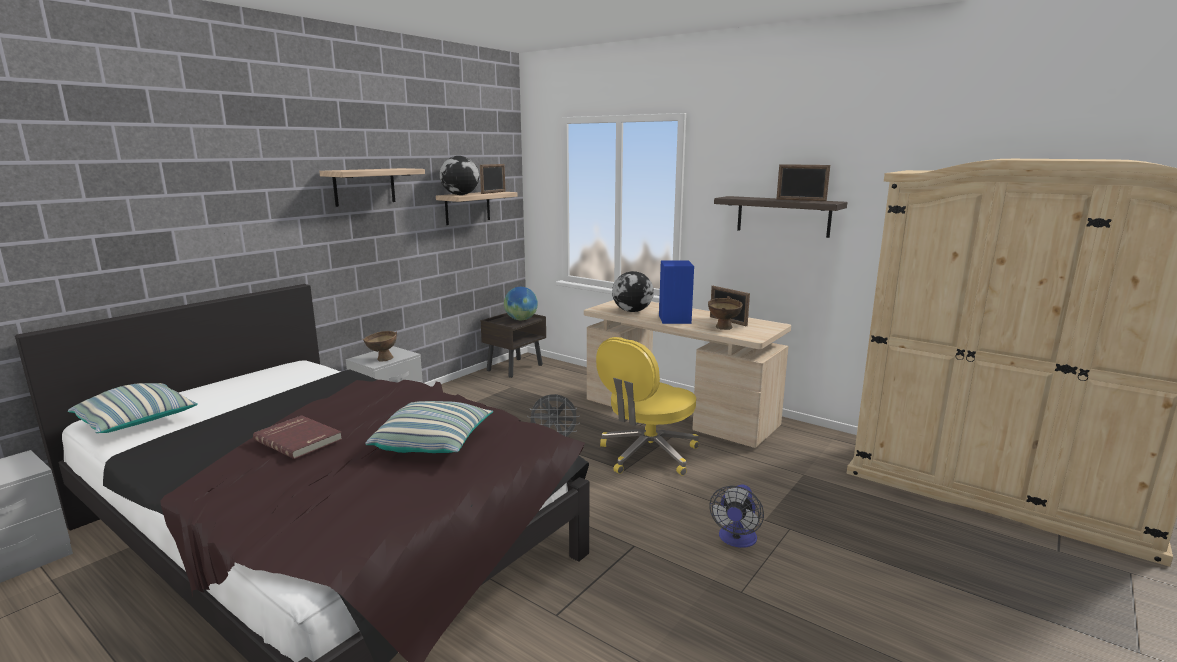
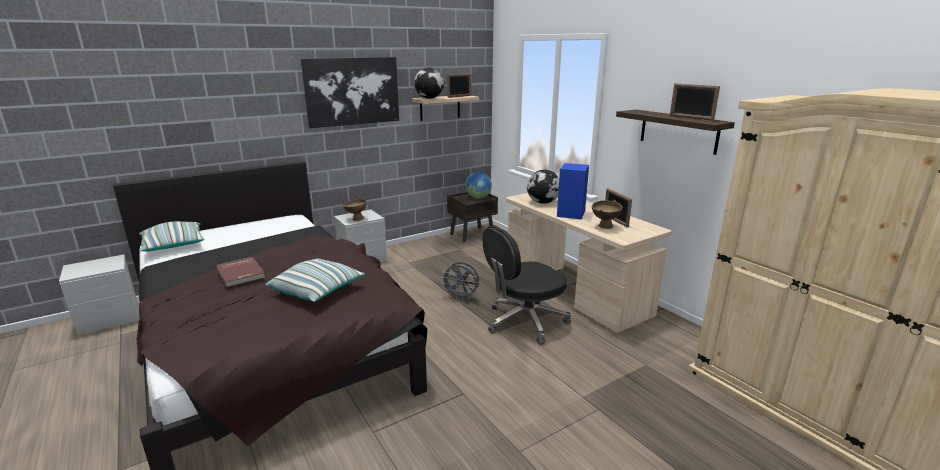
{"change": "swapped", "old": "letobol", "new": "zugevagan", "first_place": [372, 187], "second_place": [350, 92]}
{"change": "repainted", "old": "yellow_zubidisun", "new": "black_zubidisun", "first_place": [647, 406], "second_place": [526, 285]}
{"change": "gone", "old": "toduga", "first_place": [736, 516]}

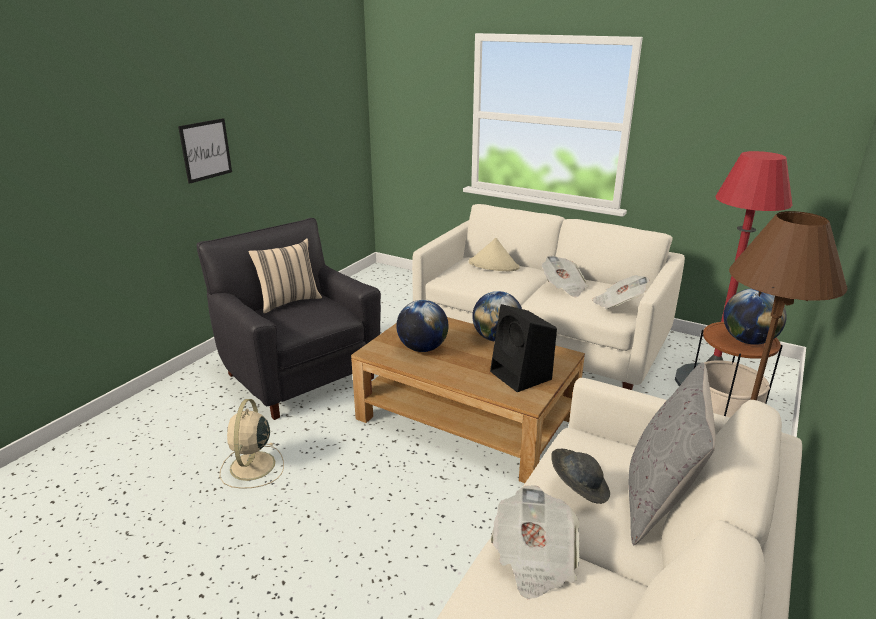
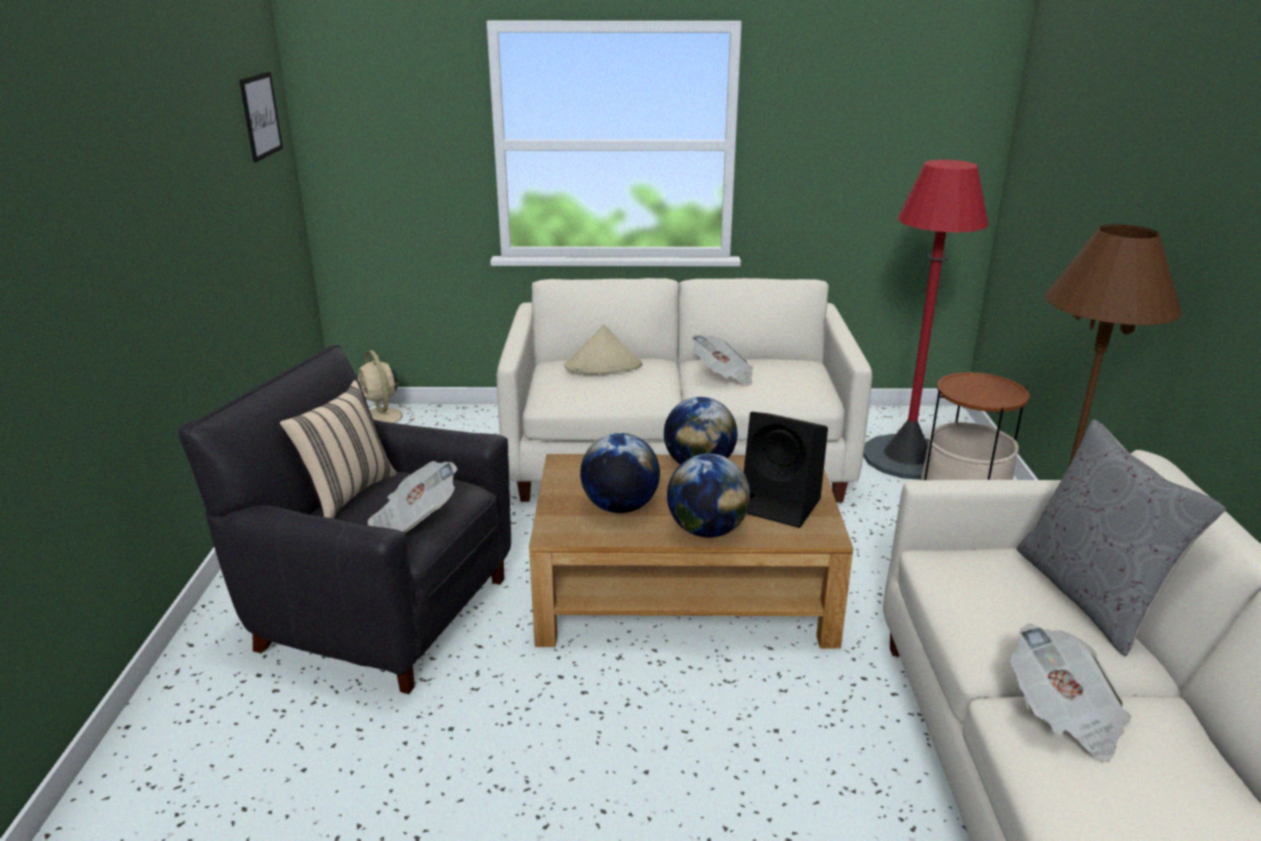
{"change": "shifted", "old": "zugevagan", "first_place": [205, 151], "second_place": [261, 117]}
{"change": "shifted", "old": "beige_toduga", "first_place": [252, 444], "second_place": [386, 387]}
{"change": "shifted", "old": "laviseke", "first_place": [621, 292], "second_place": [412, 496]}
{"change": "shifted", "old": "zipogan", "first_place": [755, 316], "second_place": [709, 496]}
{"change": "gone", "old": "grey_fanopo", "first_place": [580, 476]}

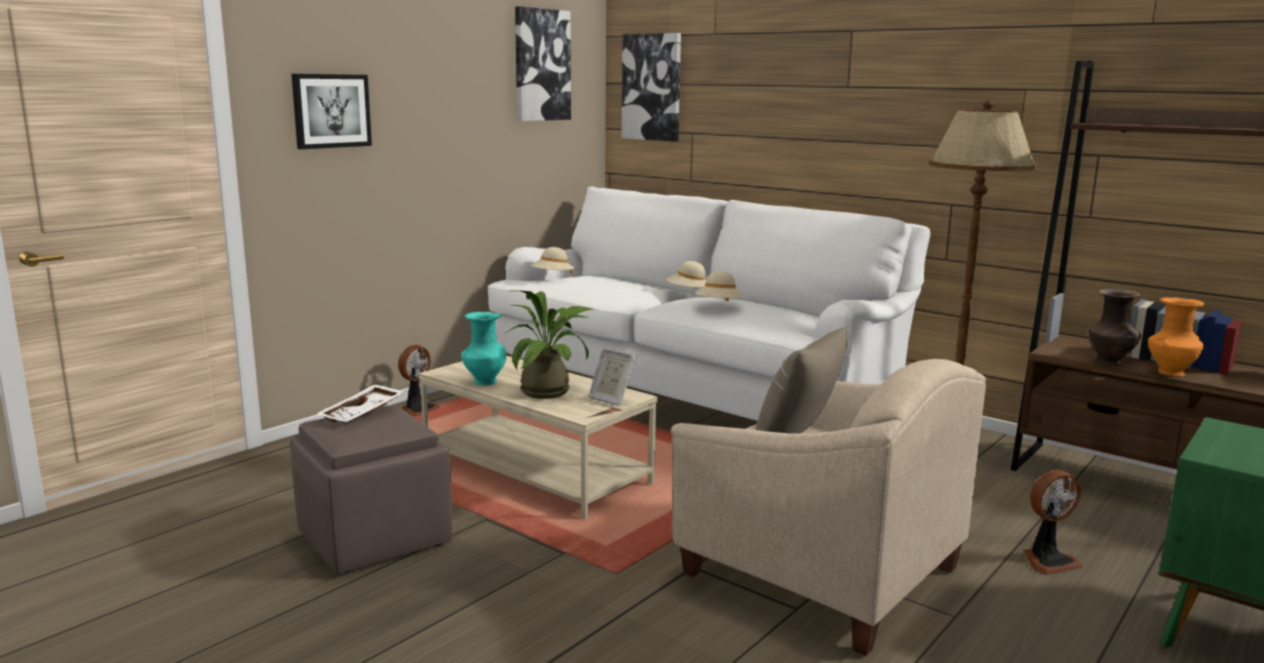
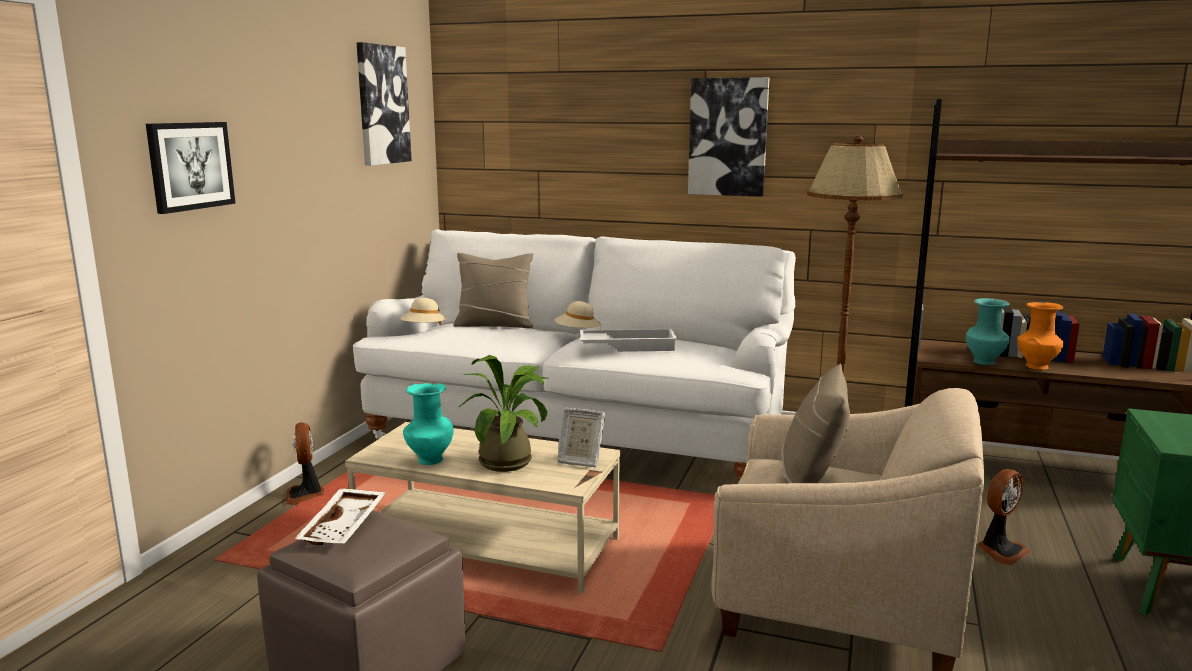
{"change": "rotated", "old": "toduga", "first_place": [419, 380], "second_place": [305, 463], "degrees": 150}
{"change": "new", "new": "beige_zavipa", "second_place": [493, 290]}
{"change": "swapped", "old": "beige_fanopo", "new": "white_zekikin", "first_place": [720, 286], "second_place": [628, 340]}
{"change": "shifted", "old": "zugevagan", "first_place": [651, 87], "second_place": [728, 137]}
{"change": "repainted", "old": "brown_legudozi", "new": "turquoise_legudozi", "first_place": [1115, 327], "second_place": [988, 331]}

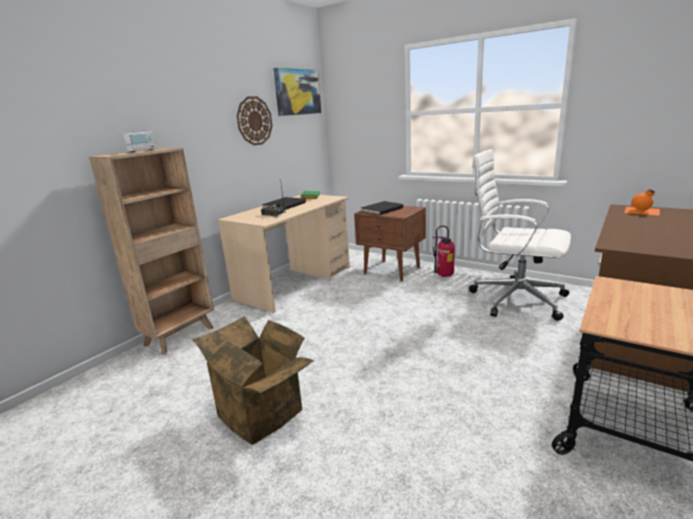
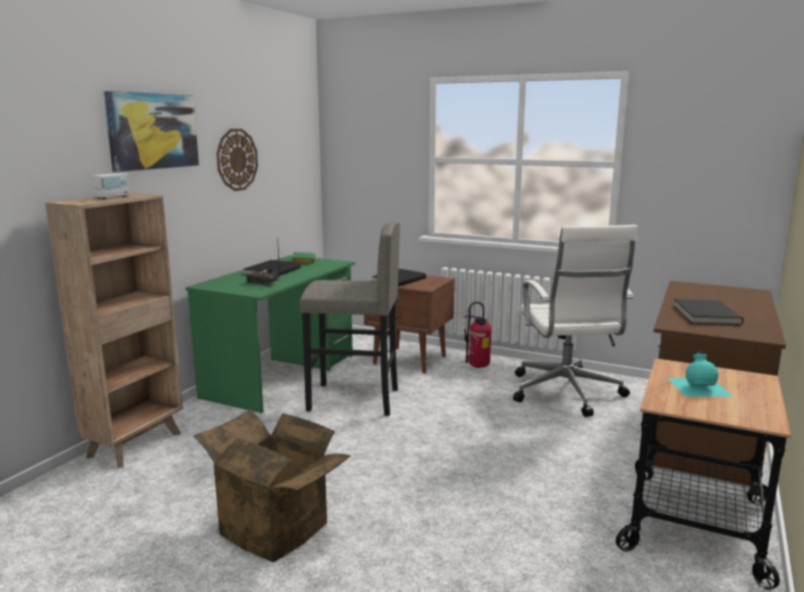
{"change": "shifted", "old": "zugevagan", "first_place": [297, 92], "second_place": [151, 131]}
{"change": "repainted", "old": "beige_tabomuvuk", "new": "green_tabomuvuk", "first_place": [283, 253], "second_place": [270, 334]}
{"change": "new", "new": "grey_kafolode", "second_place": [350, 319]}
{"change": "rotated", "old": "white_zubidisun", "first_place": [520, 235], "second_place": [575, 321], "degrees": -120}
{"change": "new", "new": "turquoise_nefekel", "second_place": [700, 374]}
{"change": "new", "new": "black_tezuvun", "second_place": [708, 312]}
{"change": "gone", "old": "orange_nefekel", "first_place": [642, 202]}

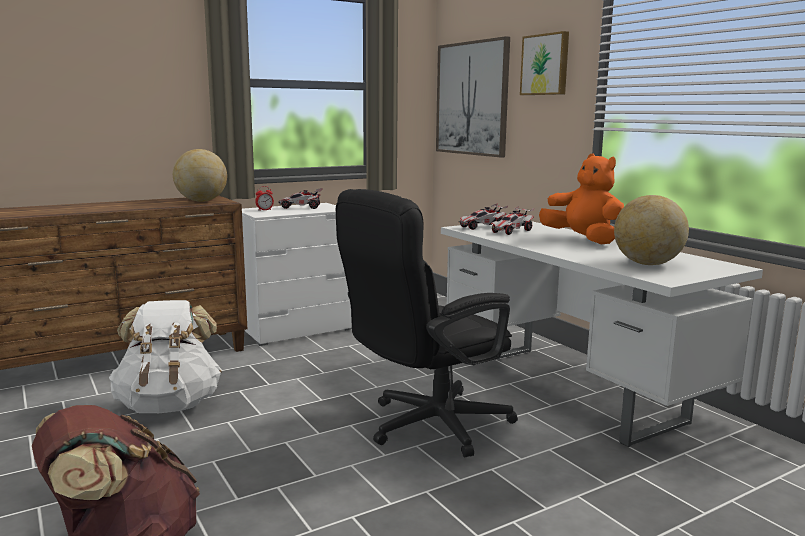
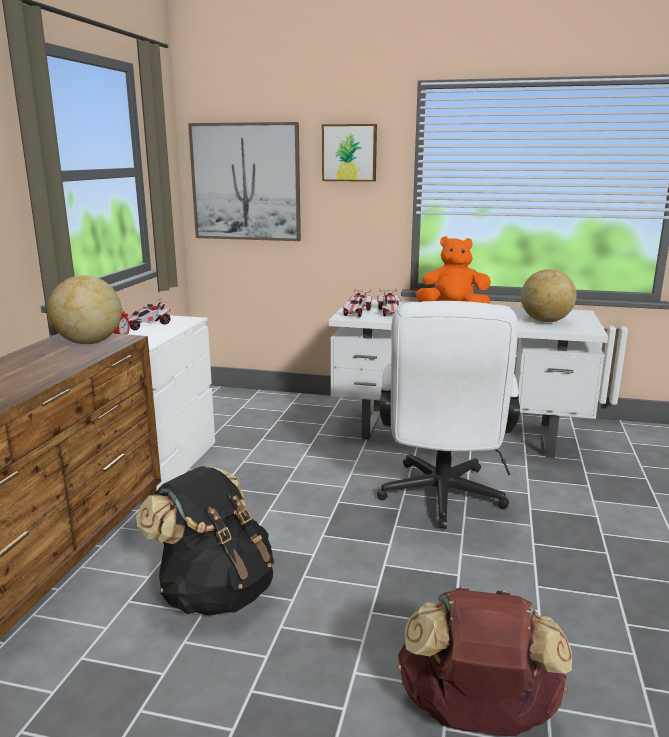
{"change": "repainted", "old": "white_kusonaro", "new": "black_kusonaro", "first_place": [165, 356], "second_place": [205, 541]}
{"change": "repainted", "old": "black_zubidisun", "new": "white_zubidisun", "first_place": [427, 323], "second_place": [448, 415]}

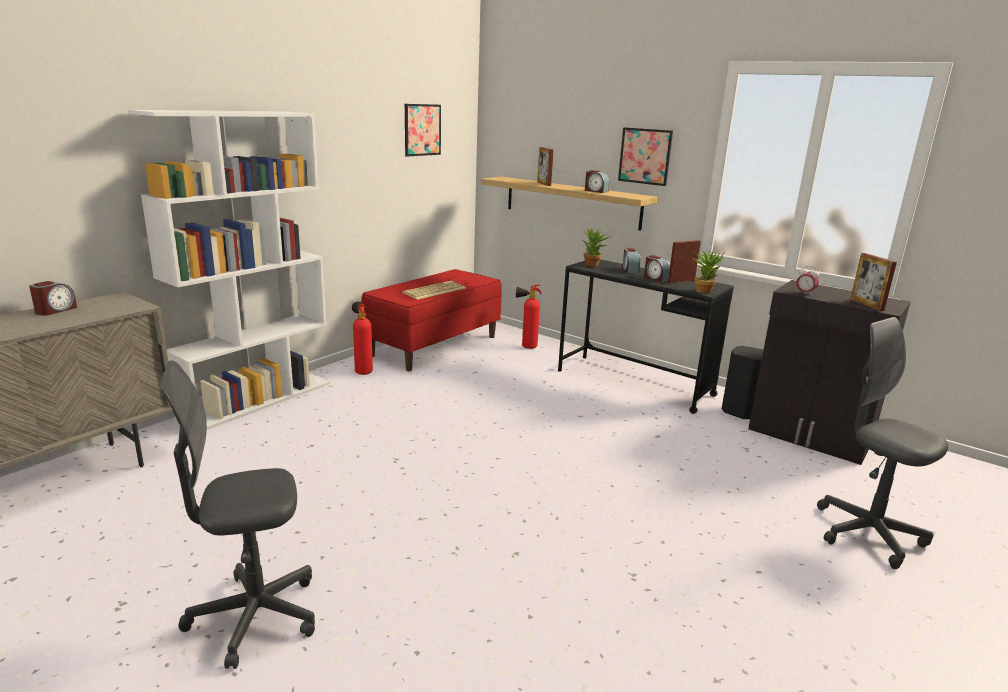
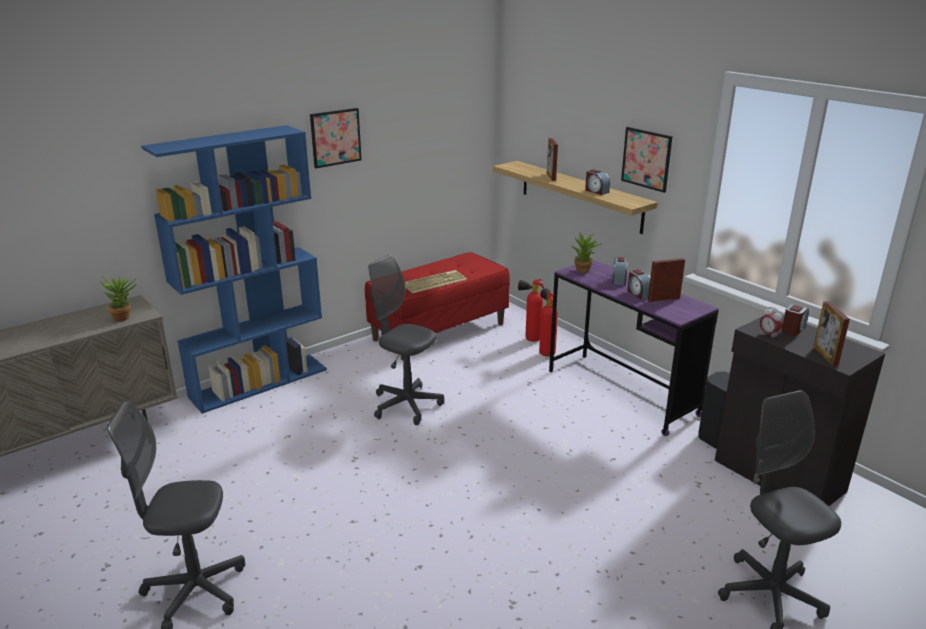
{"change": "shifted", "old": "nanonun", "first_place": [709, 272], "second_place": [118, 298]}
{"change": "repainted", "old": "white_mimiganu", "new": "blue_mimiganu", "first_place": [229, 270], "second_place": [234, 269]}
{"change": "shifted", "old": "zugevagan", "first_place": [423, 130], "second_place": [336, 138]}
{"change": "new", "new": "grey_zubidisun", "second_place": [406, 340]}
{"change": "shifted", "old": "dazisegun", "first_place": [362, 338], "second_place": [548, 322]}
{"change": "repainted", "old": "black_tabomuvuk", "new": "purple_tabomuvuk", "first_place": [646, 336], "second_place": [634, 348]}
{"change": "shifted", "old": "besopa", "first_place": [53, 298], "second_place": [795, 320]}

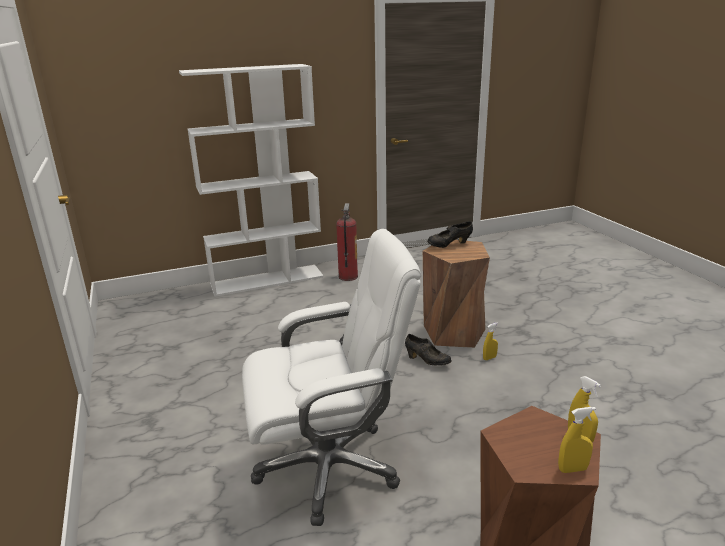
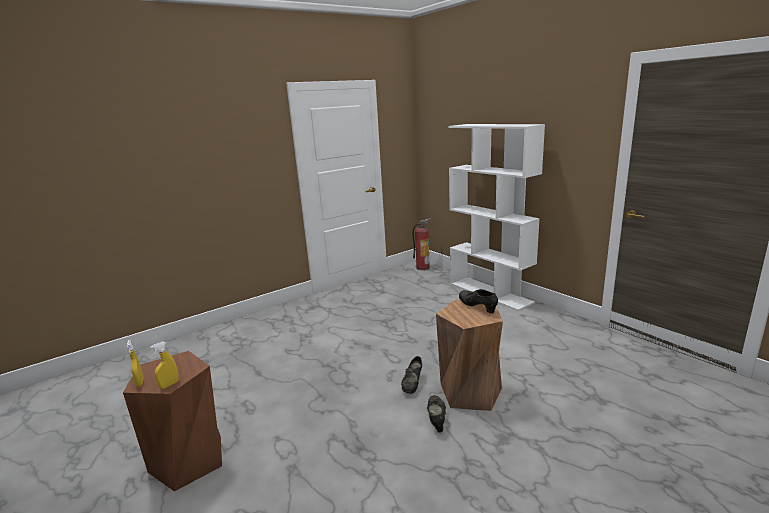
{"change": "shifted", "old": "dazisegun", "first_place": [347, 242], "second_place": [421, 244]}
{"change": "swapped", "old": "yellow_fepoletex", "new": "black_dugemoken", "first_place": [490, 341], "second_place": [436, 414]}
{"change": "gone", "old": "white_zubidisun", "first_place": [331, 377]}

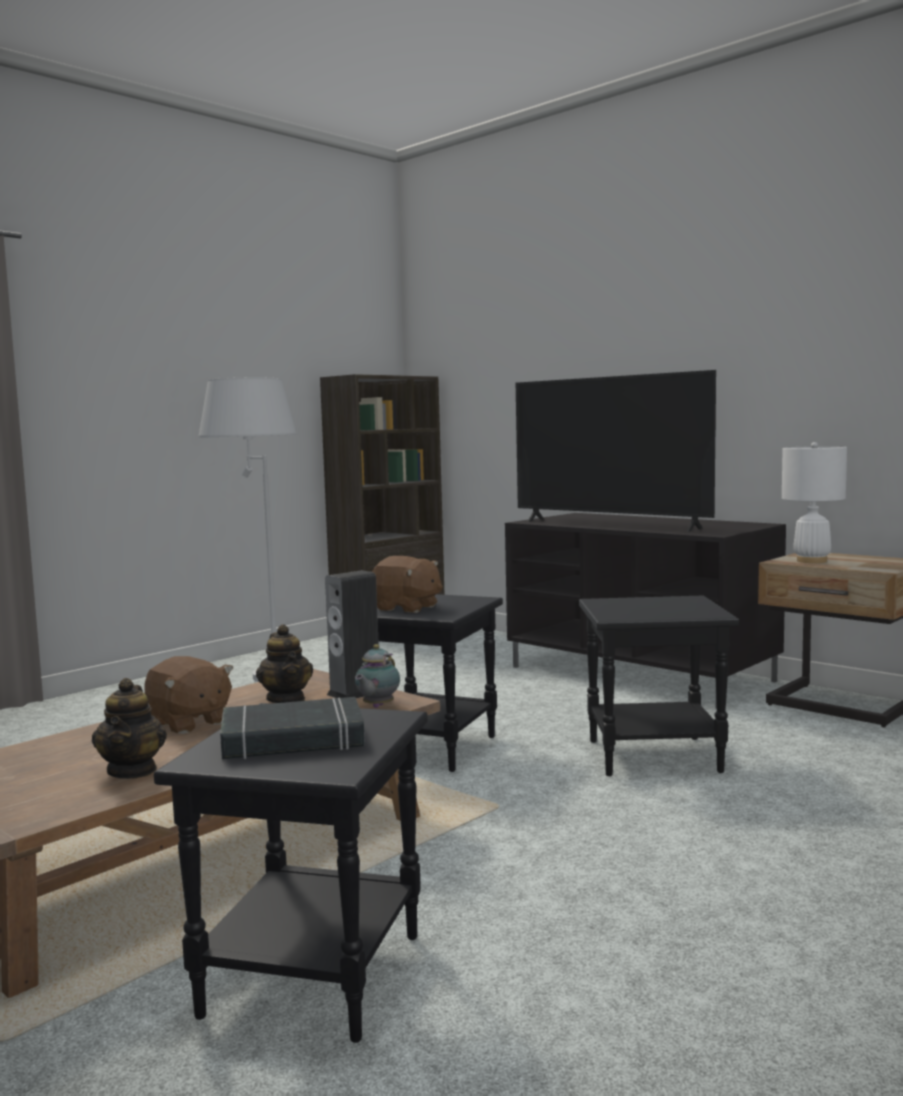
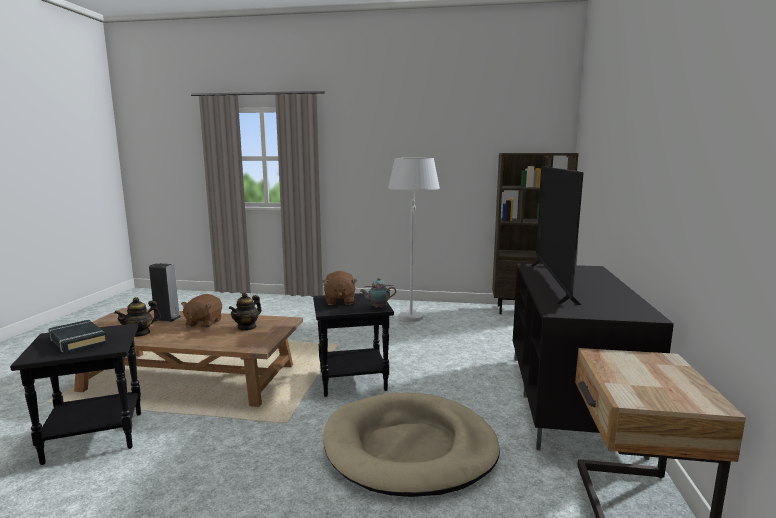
{"change": "shifted", "old": "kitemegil", "first_place": [352, 634], "second_place": [165, 292]}
{"change": "swapped", "old": "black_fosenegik", "new": "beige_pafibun", "first_place": [659, 686], "second_place": [411, 444]}
{"change": "shifted", "old": "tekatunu", "first_place": [377, 676], "second_place": [378, 293]}
{"change": "gone", "old": "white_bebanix", "first_place": [814, 502]}

